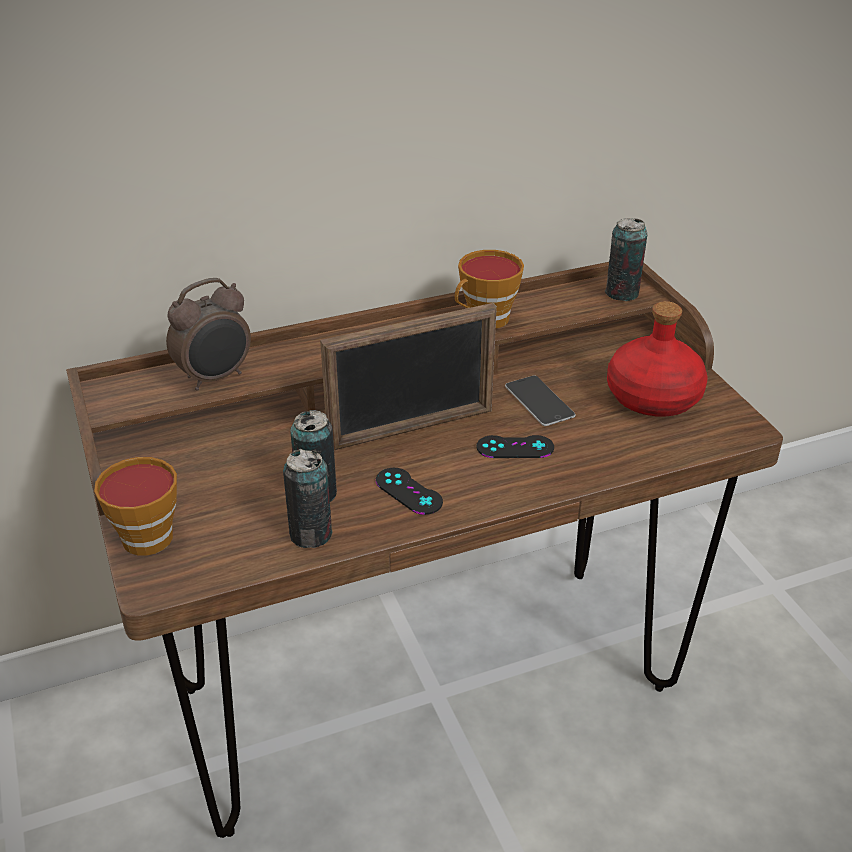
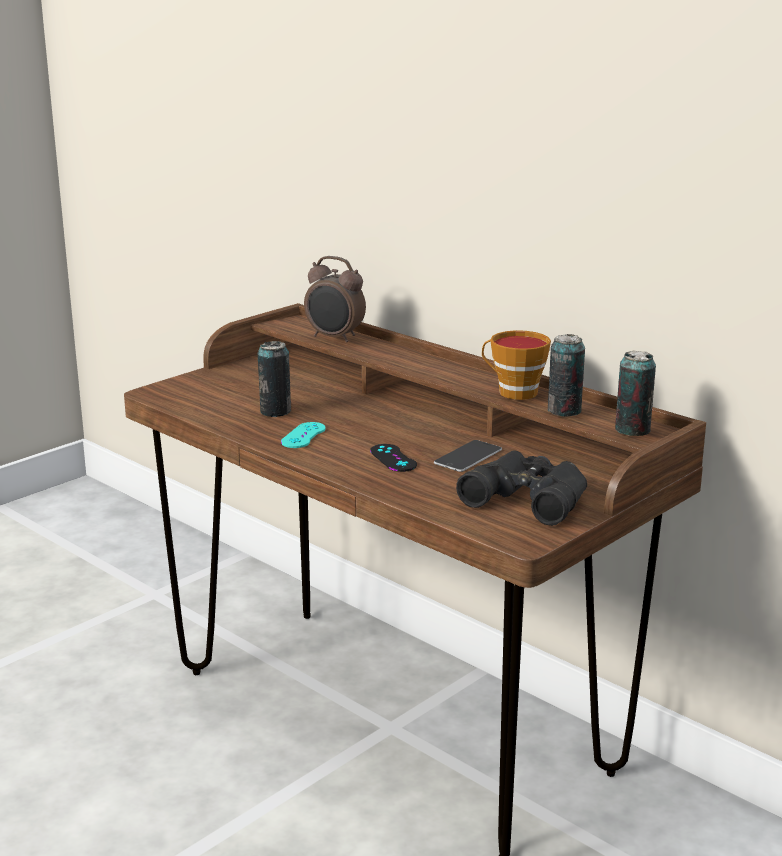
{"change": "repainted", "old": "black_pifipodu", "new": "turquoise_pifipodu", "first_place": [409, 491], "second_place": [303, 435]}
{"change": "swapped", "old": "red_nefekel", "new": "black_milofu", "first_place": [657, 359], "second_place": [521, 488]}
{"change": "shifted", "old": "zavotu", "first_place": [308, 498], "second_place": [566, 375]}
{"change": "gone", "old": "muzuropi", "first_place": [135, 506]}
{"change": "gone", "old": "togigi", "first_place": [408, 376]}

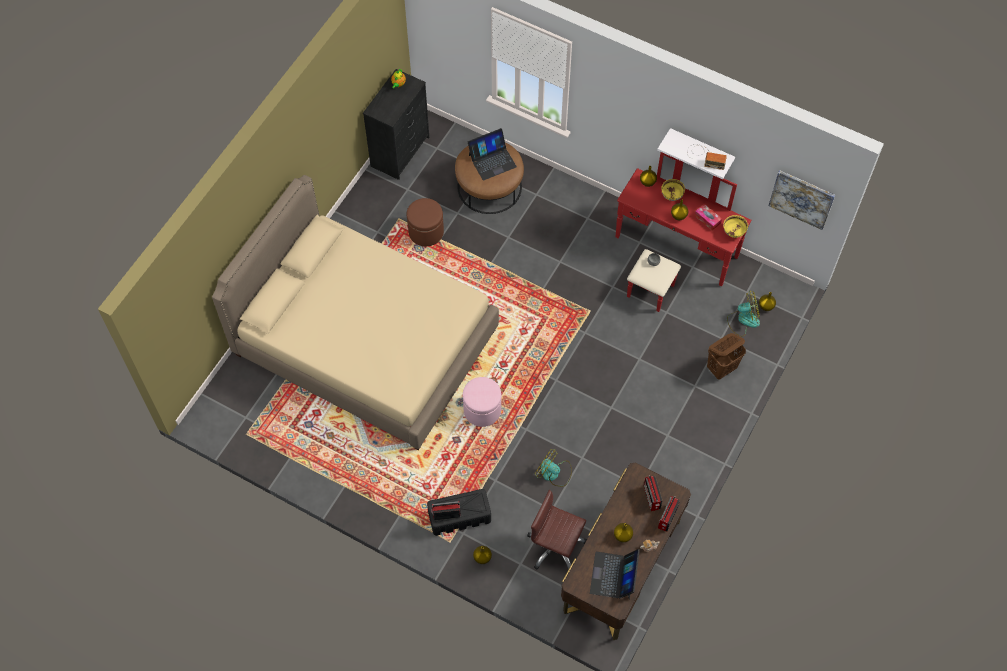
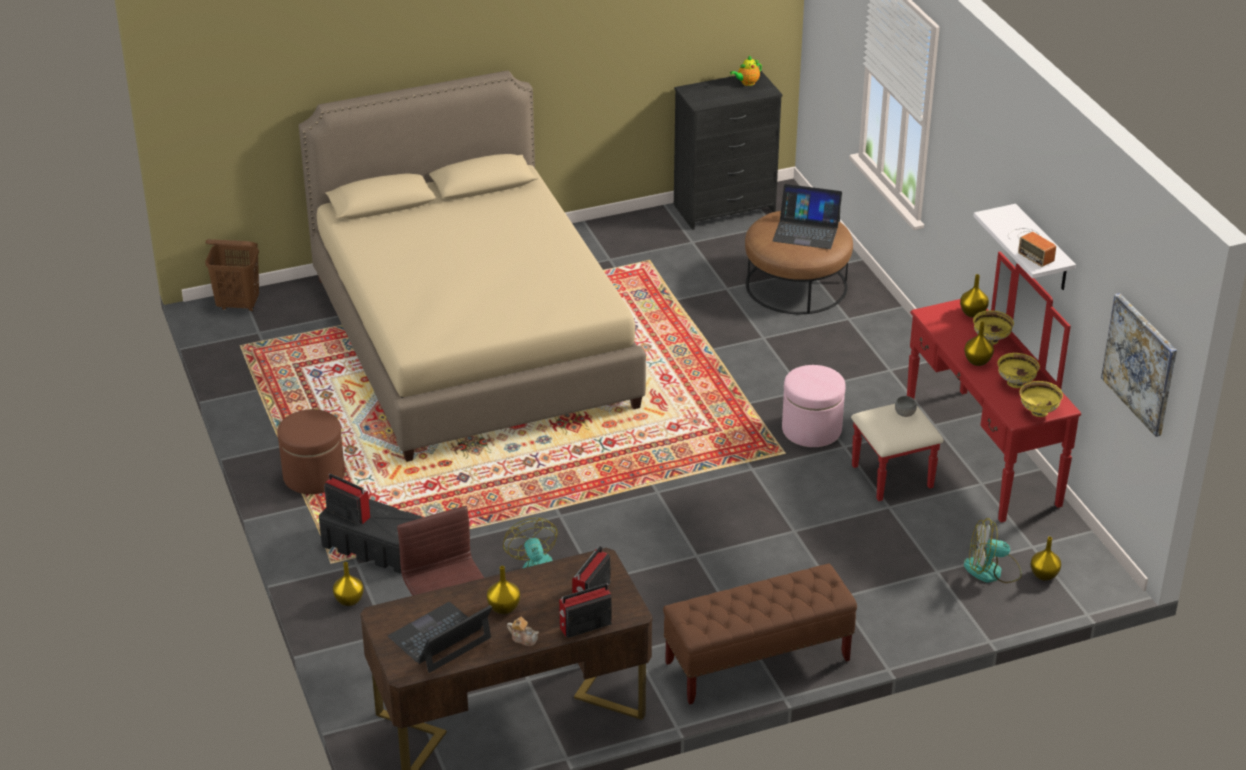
{"change": "shifted", "old": "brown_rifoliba", "first_place": [726, 356], "second_place": [232, 275]}
{"change": "shifted", "old": "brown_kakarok", "first_place": [425, 222], "second_place": [311, 451]}
{"change": "new", "new": "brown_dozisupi", "second_place": [760, 634]}
{"change": "shifted", "old": "pink_kakarok", "first_place": [482, 402], "second_place": [814, 406]}
{"change": "rotated", "old": "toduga", "first_place": [743, 314], "second_place": [993, 550], "degrees": 150}
{"change": "swapped", "old": "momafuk", "new": "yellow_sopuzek", "first_place": [708, 217], "second_place": [1019, 370]}

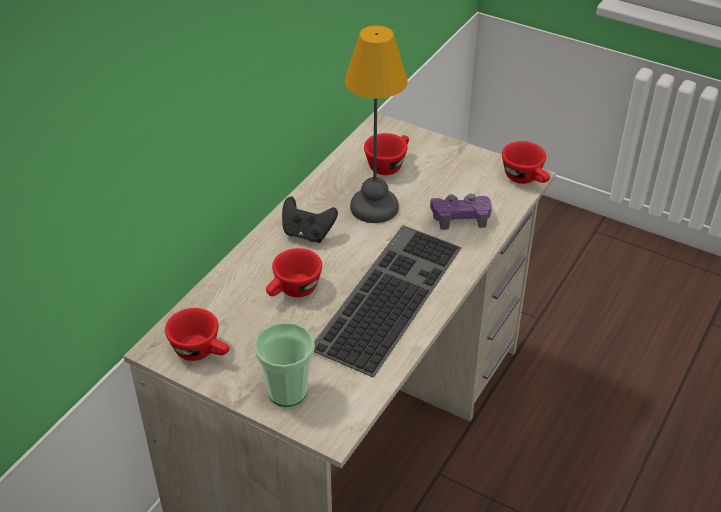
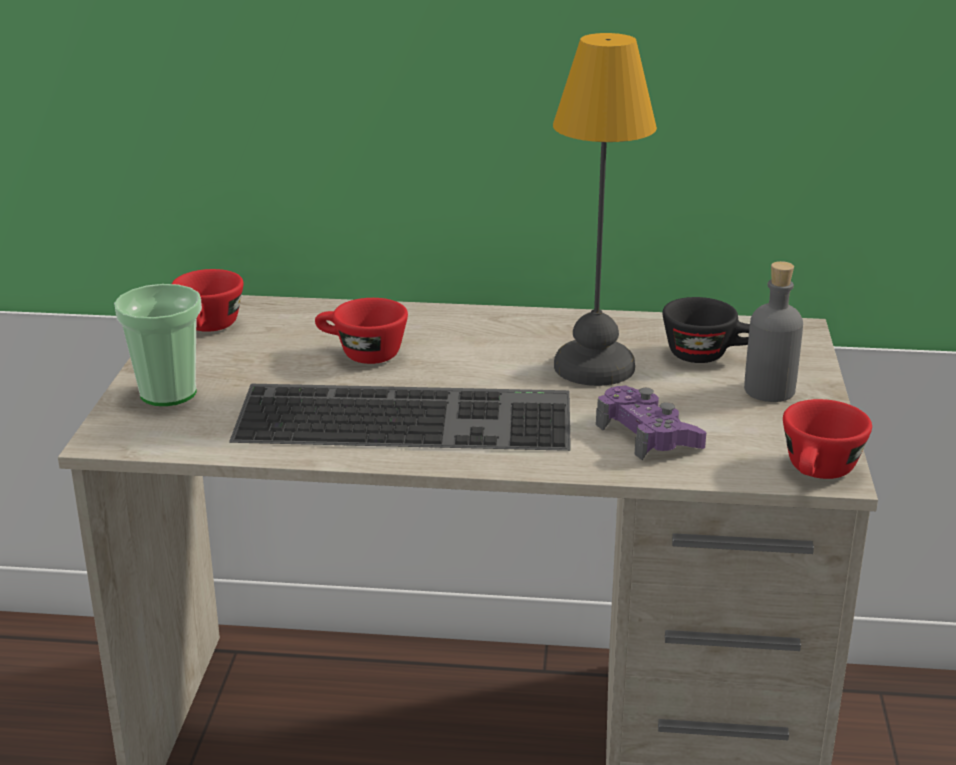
{"change": "repainted", "old": "red_muzuropi", "new": "black_muzuropi", "first_place": [386, 154], "second_place": [706, 330]}
{"change": "new", "new": "grey_nefekel", "second_place": [773, 331]}
{"change": "gone", "old": "black_pifipodu", "first_place": [310, 219]}

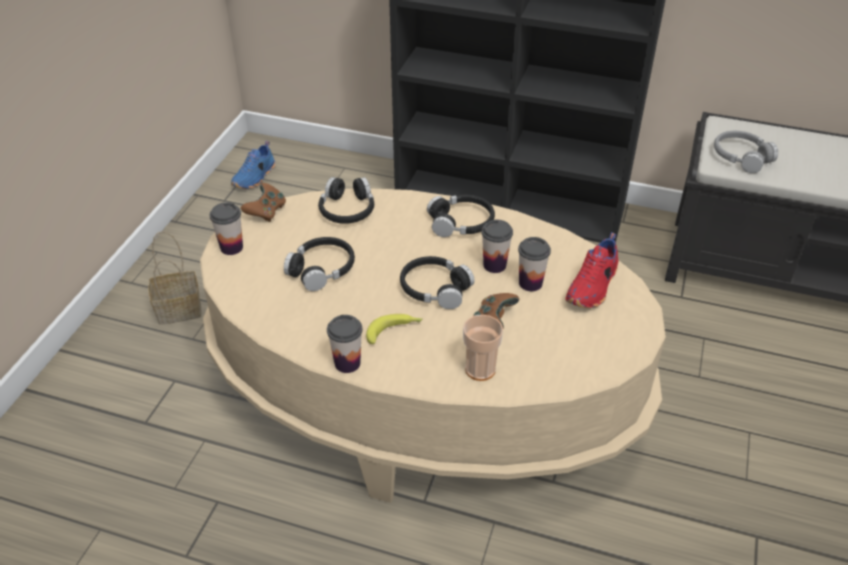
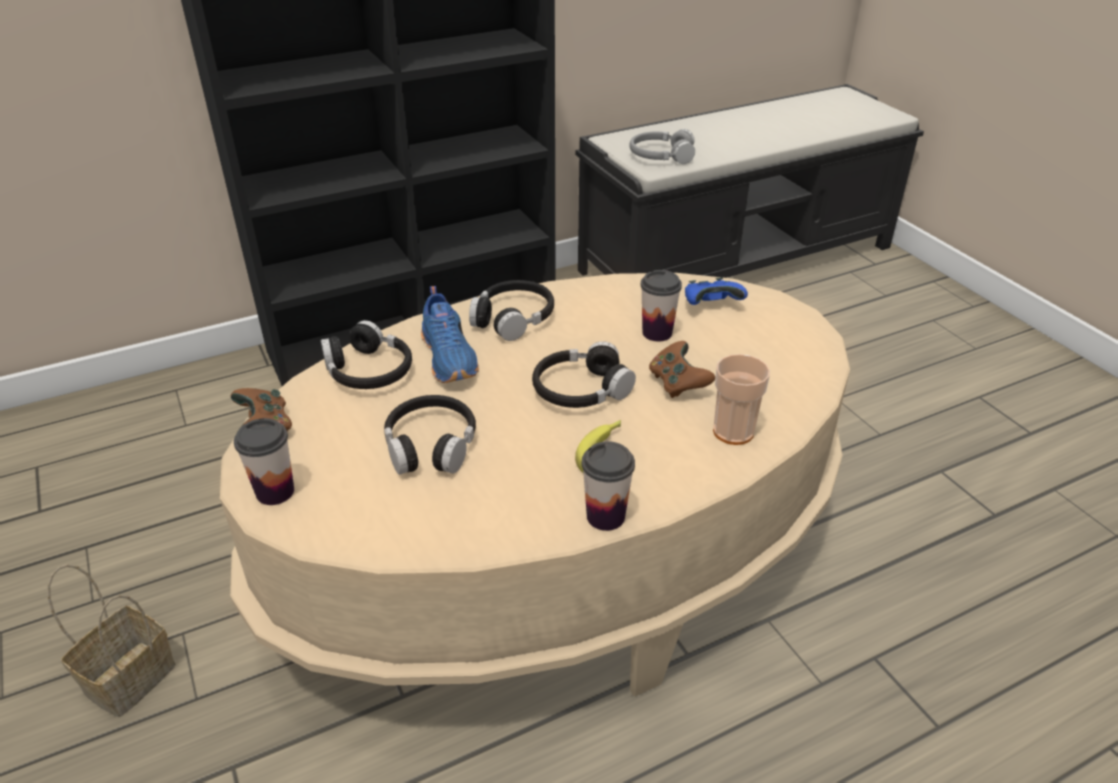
{"change": "shifted", "old": "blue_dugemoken", "first_place": [253, 165], "second_place": [450, 334]}
{"change": "swapped", "old": "red_dugemoken", "new": "blue_pifipodu", "first_place": [591, 270], "second_place": [716, 291]}
{"change": "gone", "old": "muzuropi", "first_place": [497, 246]}

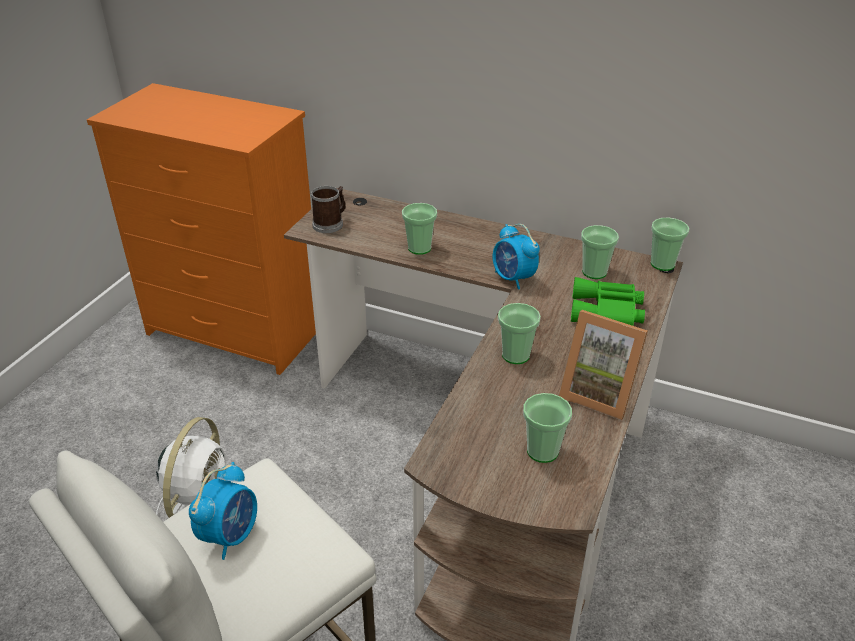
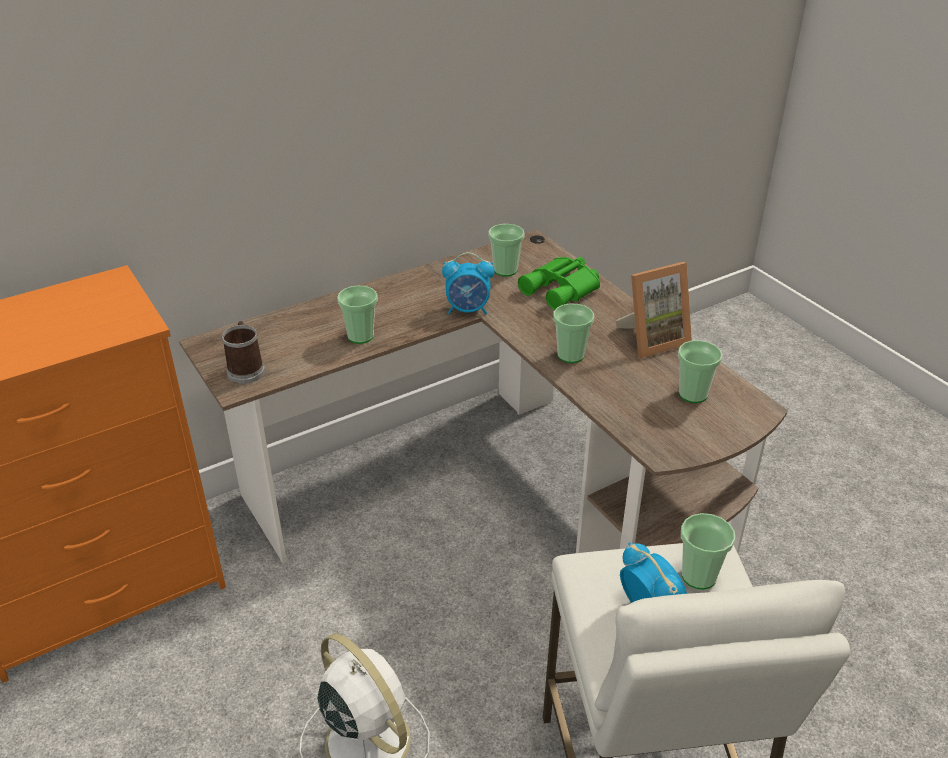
{"change": "shifted", "old": "muzuropi", "first_place": [670, 244], "second_place": [708, 551]}

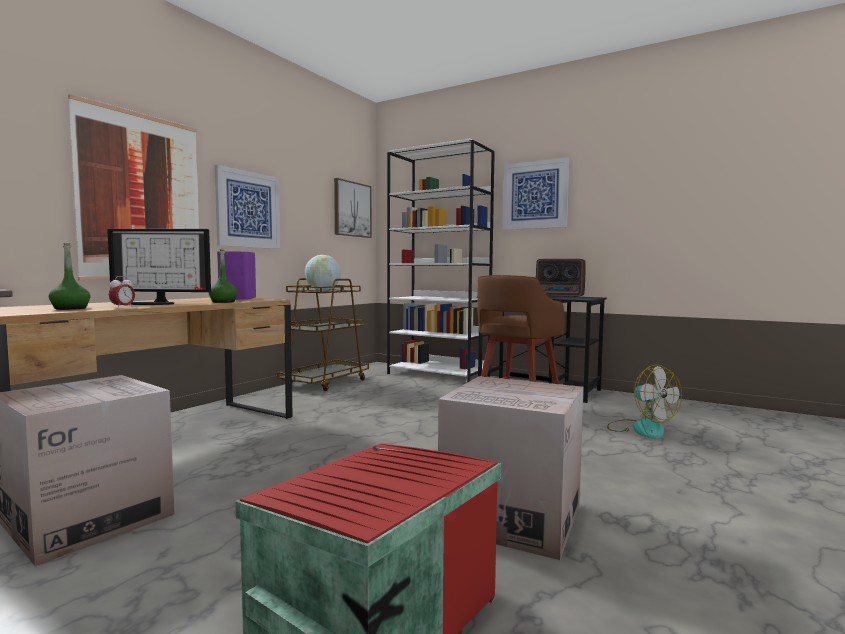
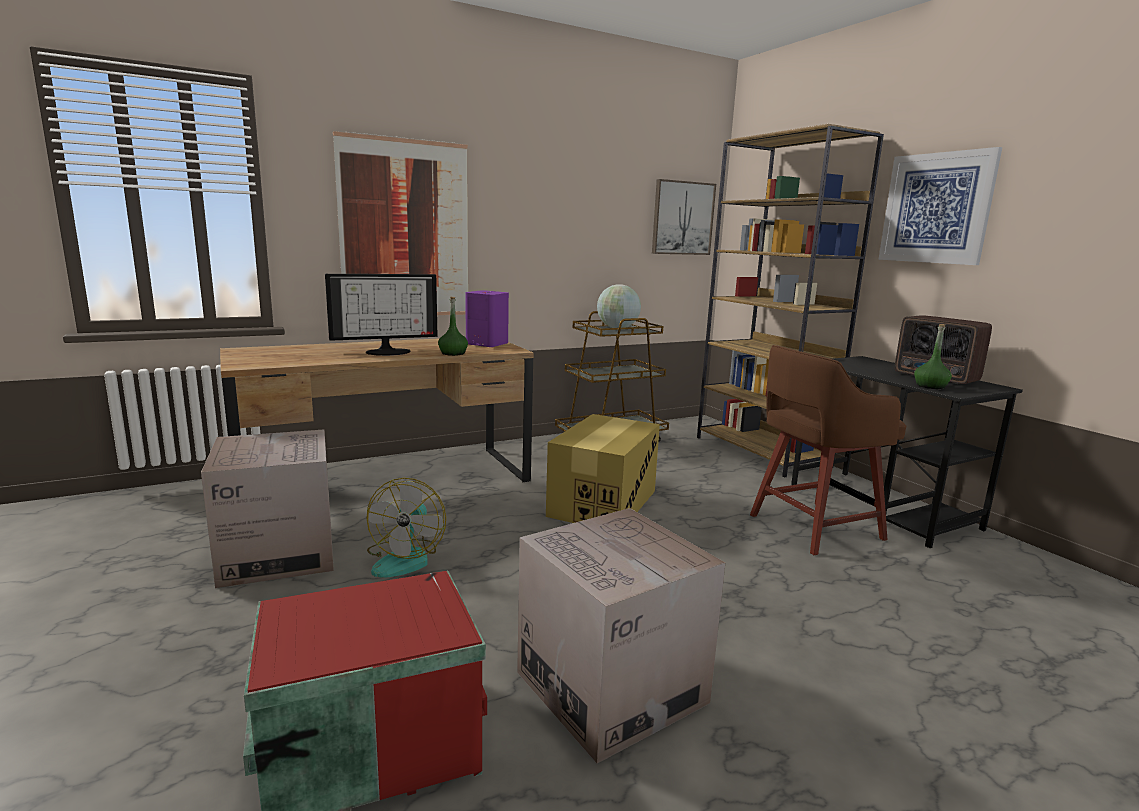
{"change": "rotated", "old": "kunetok", "first_place": [159, 267], "second_place": [381, 315], "degrees": -60}
{"change": "shifted", "old": "toduga", "first_place": [644, 402], "second_place": [406, 528]}
{"change": "new", "new": "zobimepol", "second_place": [603, 468]}
{"change": "repainted", "old": "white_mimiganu", "new": "brown_mimiganu", "first_place": [441, 260], "second_place": [790, 300]}
{"change": "shifted", "old": "green_nefekel", "first_place": [70, 276], "second_place": [933, 356]}
{"change": "gone", "old": "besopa", "first_place": [122, 292]}
{"change": "gone", "old": "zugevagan", "first_place": [247, 207]}

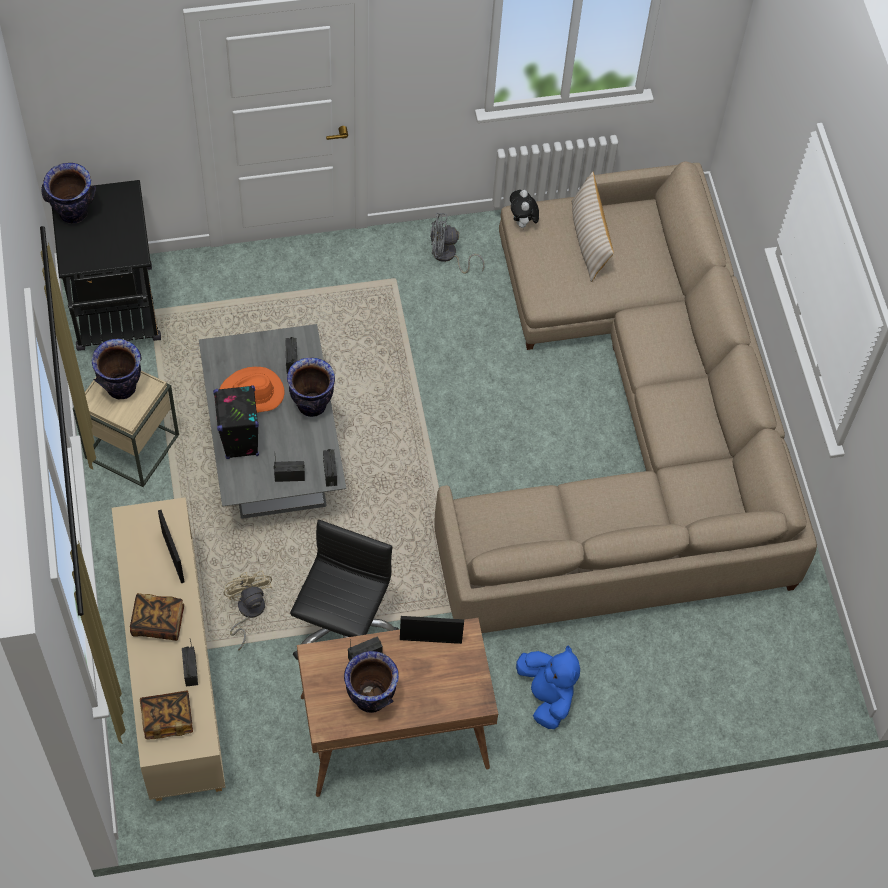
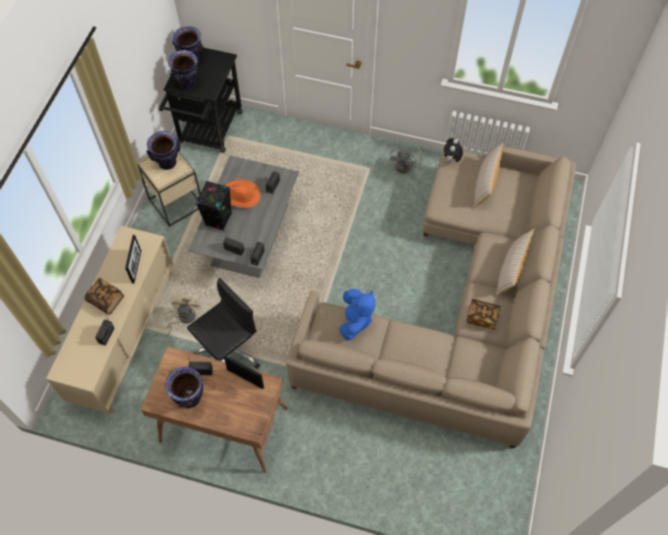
{"change": "shifted", "old": "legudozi", "first_place": [311, 387], "second_place": [183, 69]}
{"change": "shifted", "old": "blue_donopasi", "first_place": [548, 687], "second_place": [357, 314]}
{"change": "rotated", "old": "grey_toduga", "first_place": [457, 243], "second_place": [407, 160], "degrees": -90}
{"change": "shifted", "old": "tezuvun", "first_place": [166, 714], "second_place": [483, 314]}
{"change": "new", "new": "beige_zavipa", "second_place": [515, 263]}

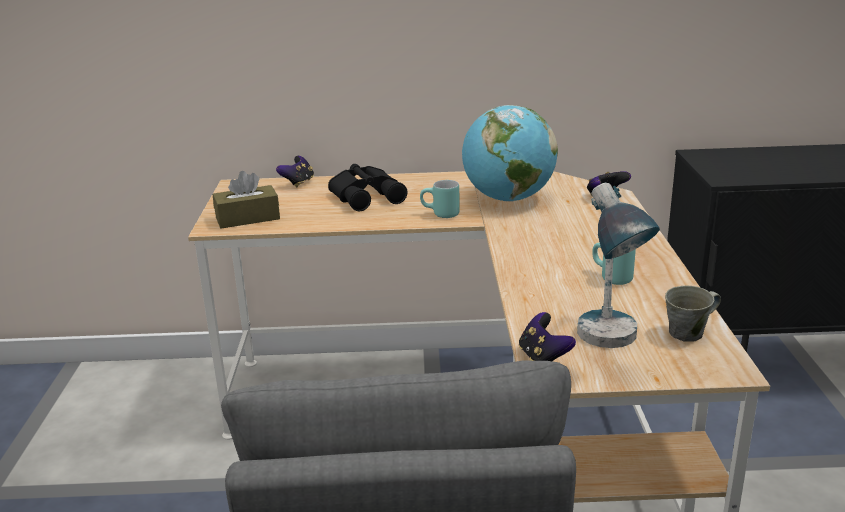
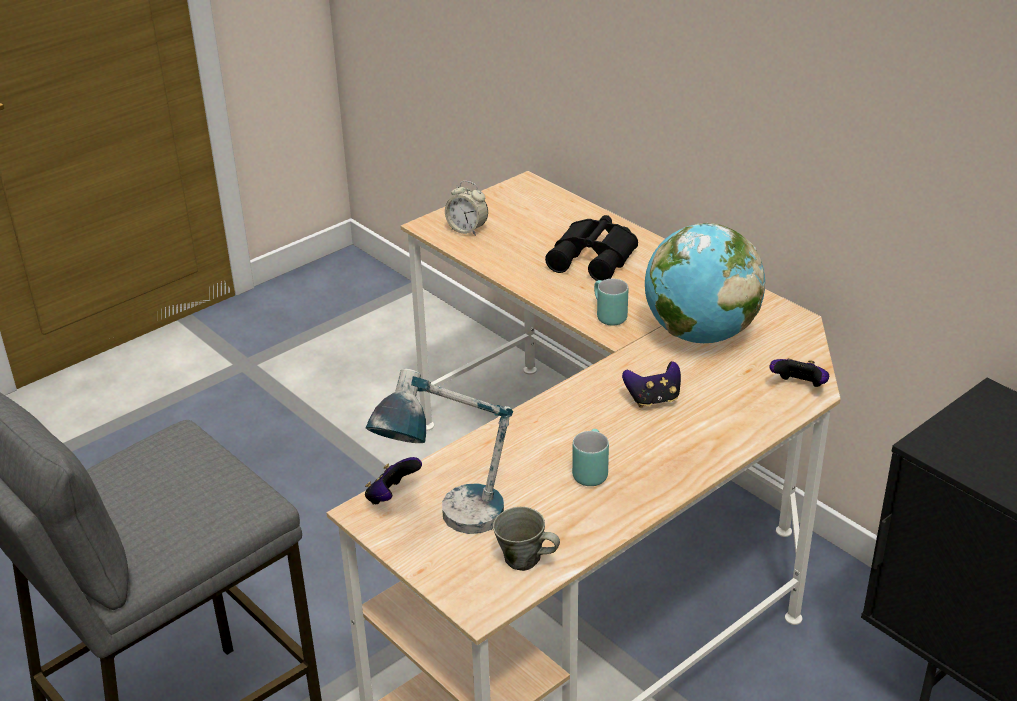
{"change": "swapped", "old": "brown_momafuk", "new": "besopa", "first_place": [246, 200], "second_place": [466, 208]}
{"change": "shifted", "old": "pifipodu", "first_place": [295, 171], "second_place": [651, 384]}

